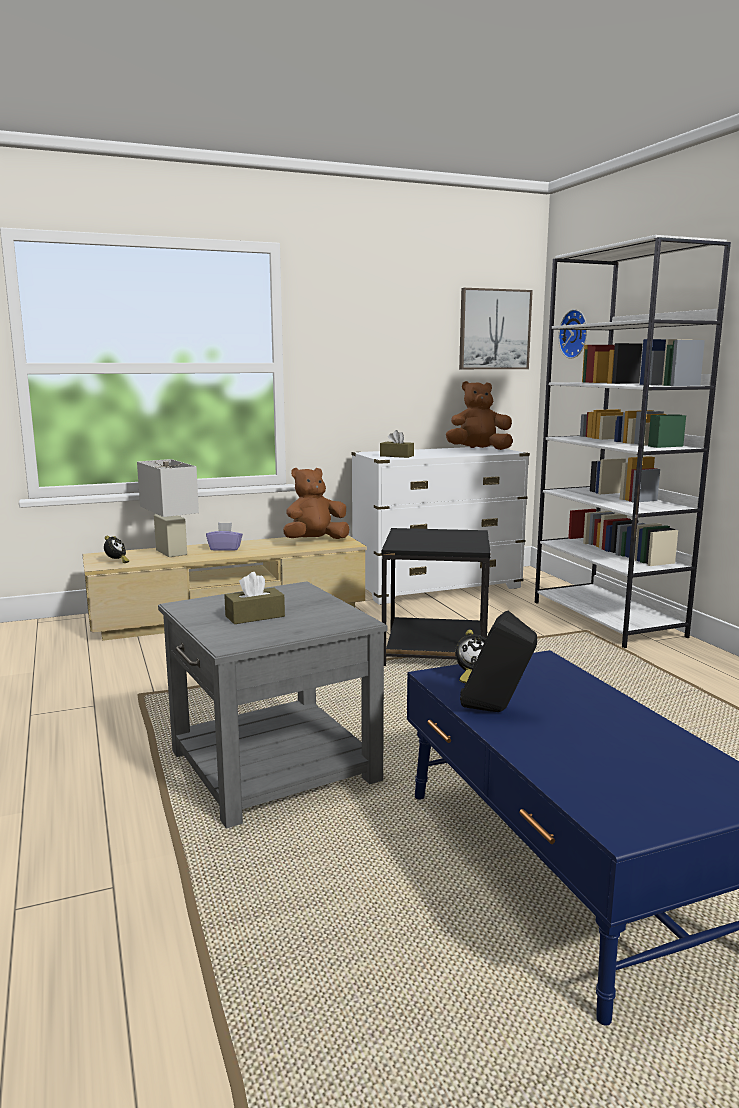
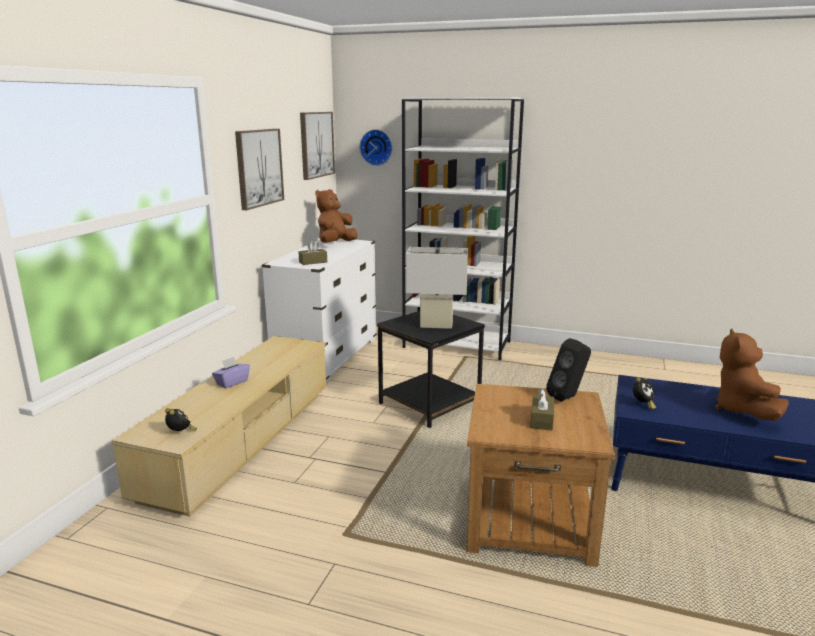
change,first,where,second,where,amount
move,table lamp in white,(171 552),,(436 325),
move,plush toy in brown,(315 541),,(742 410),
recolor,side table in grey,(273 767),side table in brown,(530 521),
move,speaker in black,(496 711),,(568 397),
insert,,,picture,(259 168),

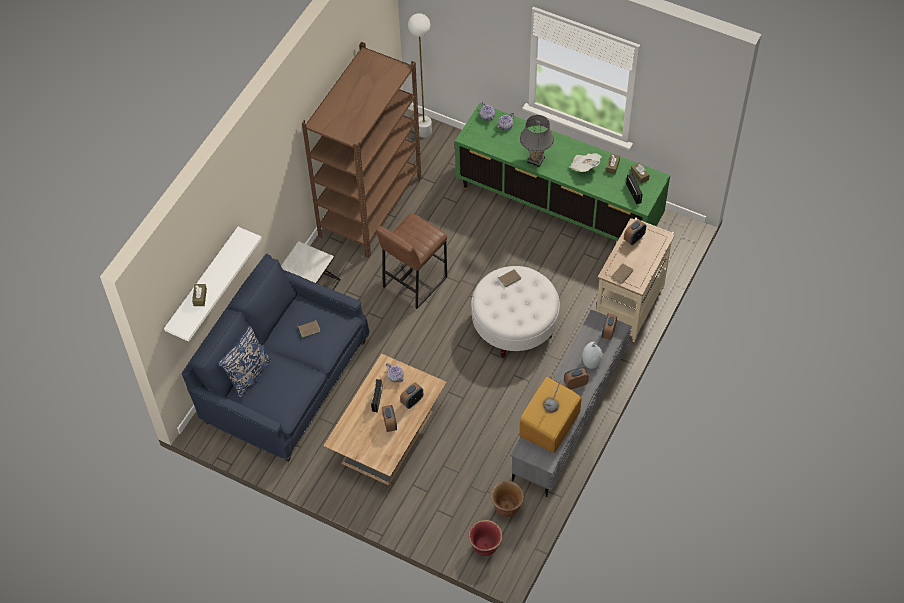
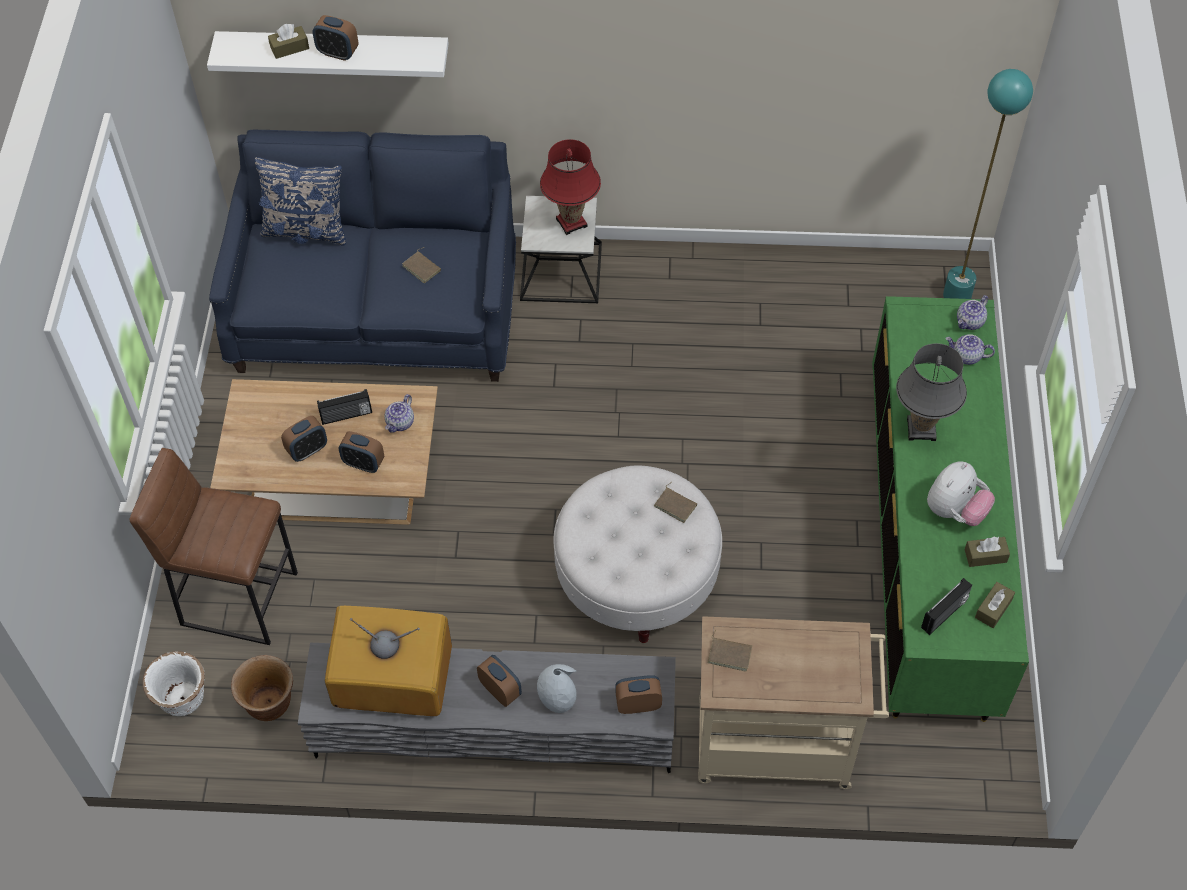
change,first,where,second,where,amount
recolor,floor lamp in white,(424 131),floor lamp in turquoise,(957 295),
delete,bookcase in brown,(370 207),,,
replace,newspaper,(584 167),plush toy,(955 511),
move,stool in brown,(414 282),,(237 598),
move,alarm clock,(634 238),,(338 53),
recolor,planter in red,(485 546),planter in white,(184 700),
insert,,,table lamp in red,(571 223),

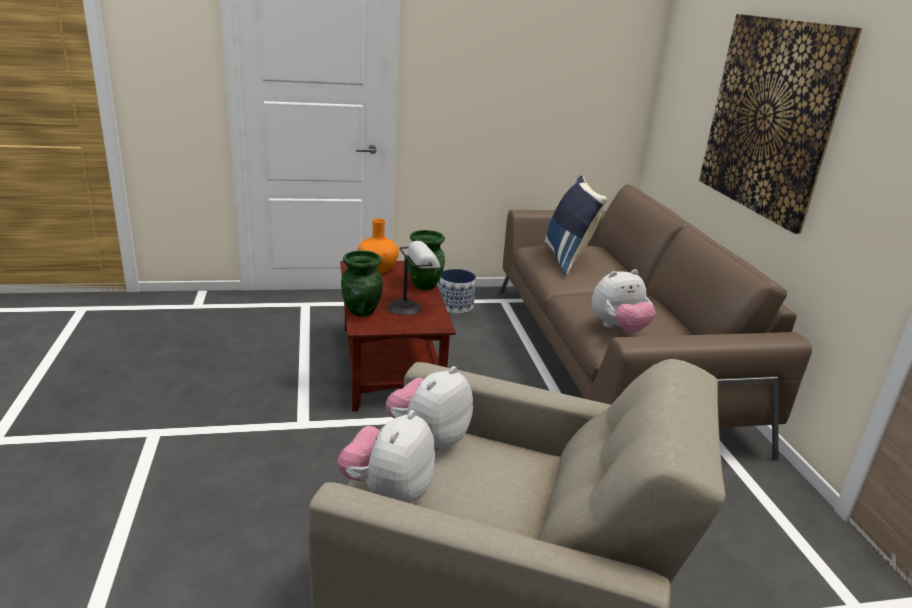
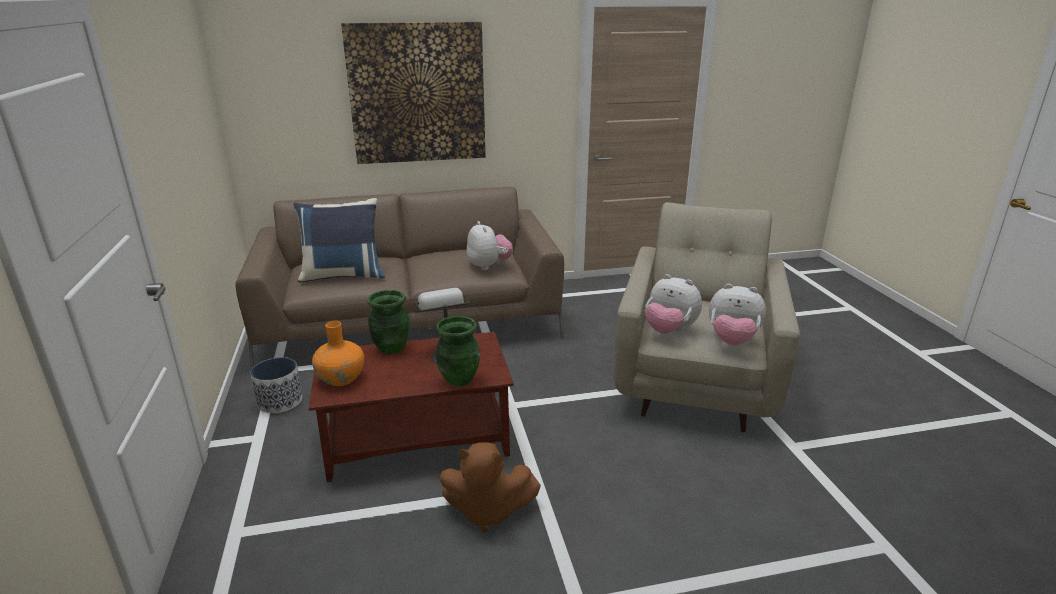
change,first,where,second,where,amount
insert,,,plush toy in brown,(487 511),

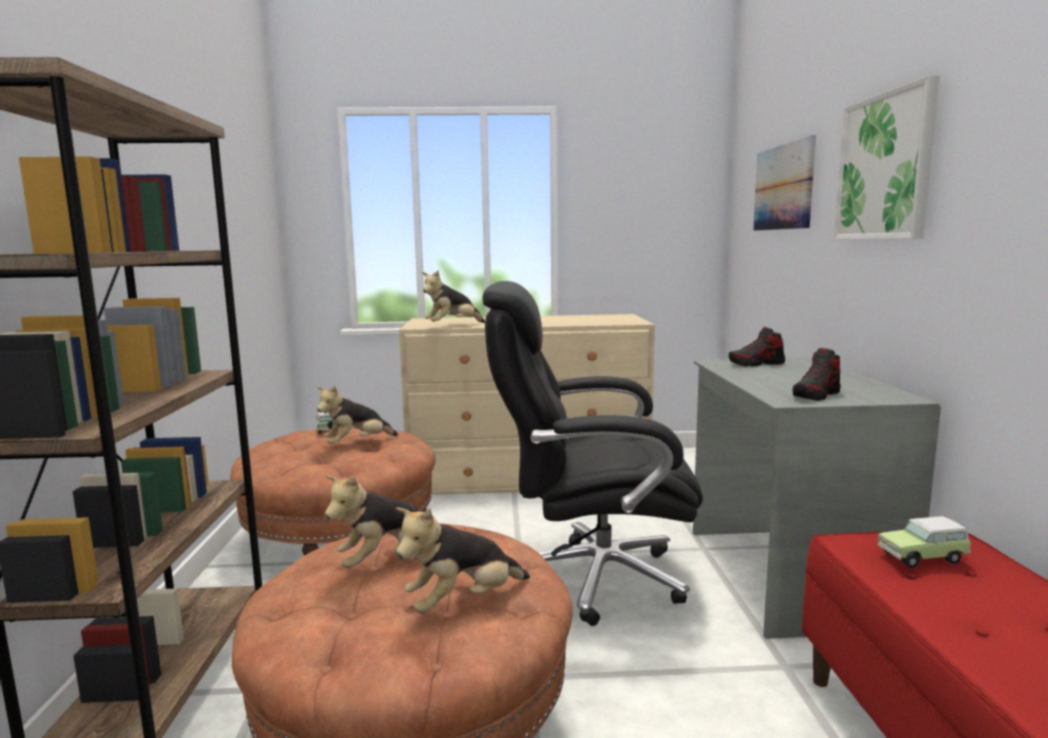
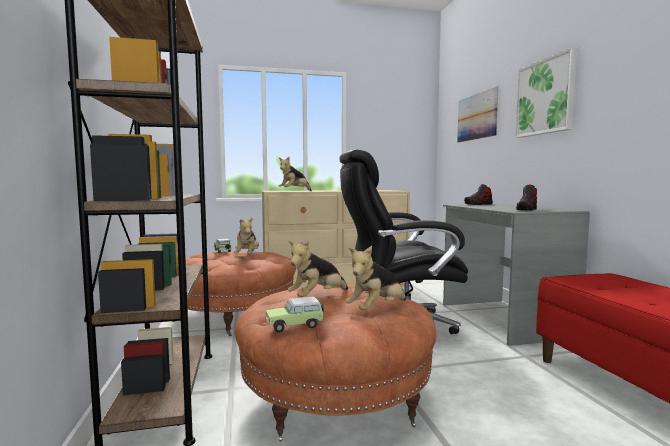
change,first,where,second,where,amount
rotate,plush toy,(357 444),,(247 256),45 degrees counterclockwise
move,toy car,(924 557),,(296 326),

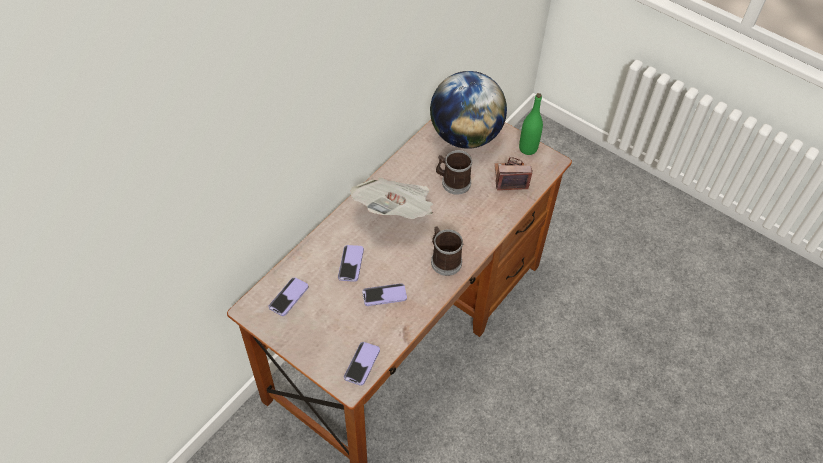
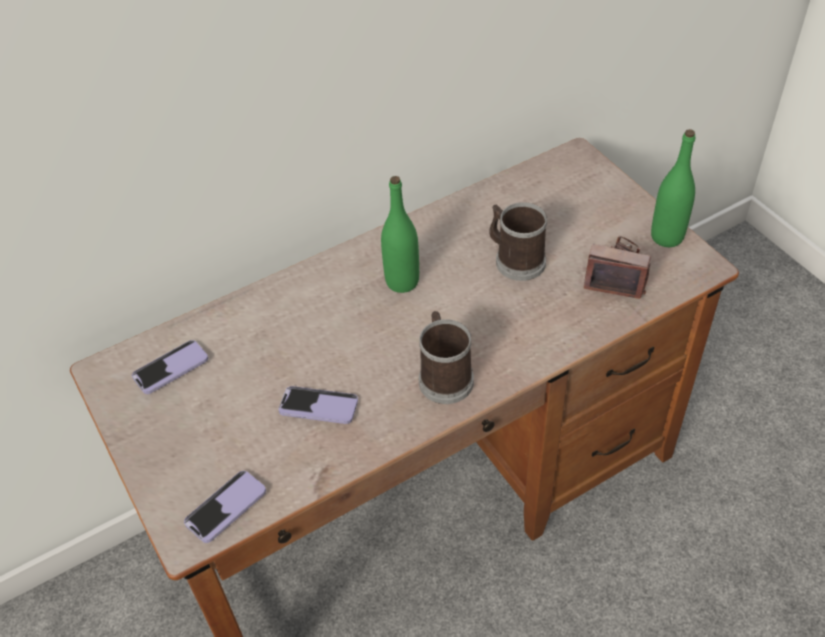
change,first,where,second,where,amount
delete,globe,(465 136),,,
replace,newspaper,(396 211),bottle in green,(402 281),
delete,phone,(351 264),,,

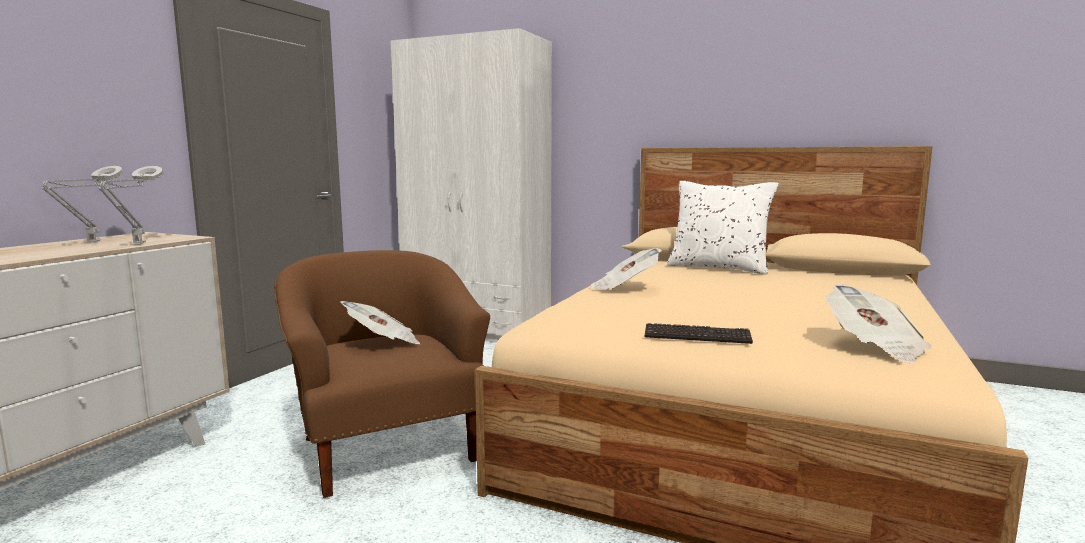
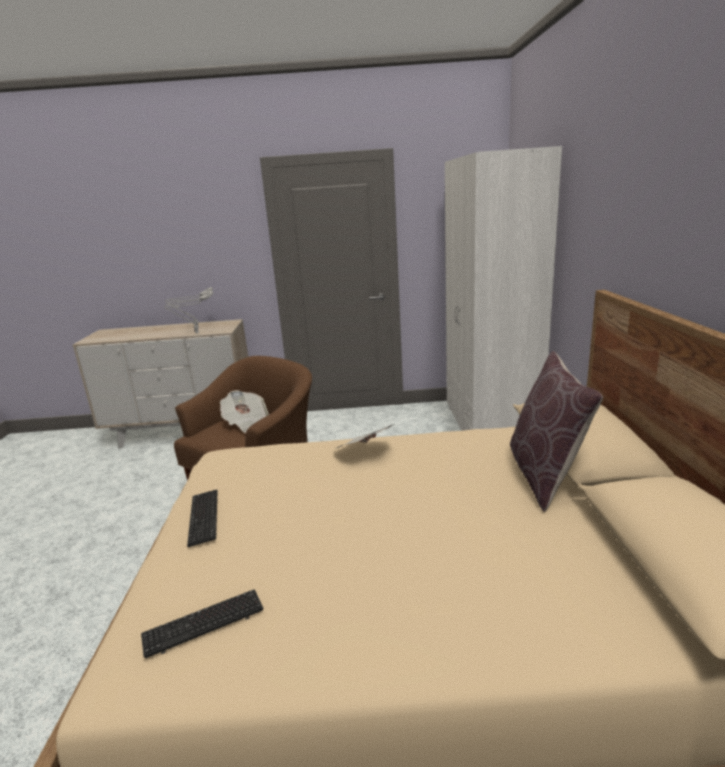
change,first,where,second,where,amount
recolor,pillow in white,(718 268),pillow in brown,(545 474),
replace,newspaper,(875 347),keyboard,(204 624),

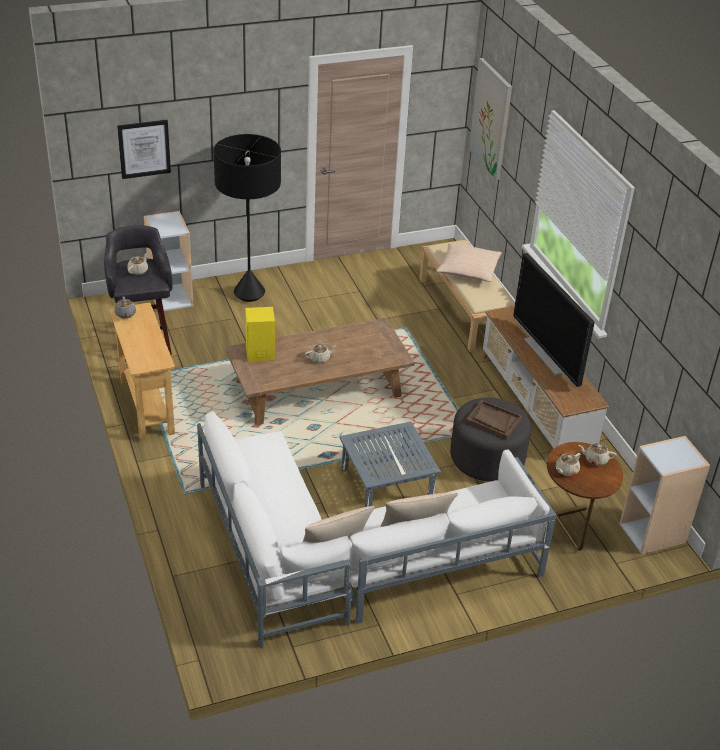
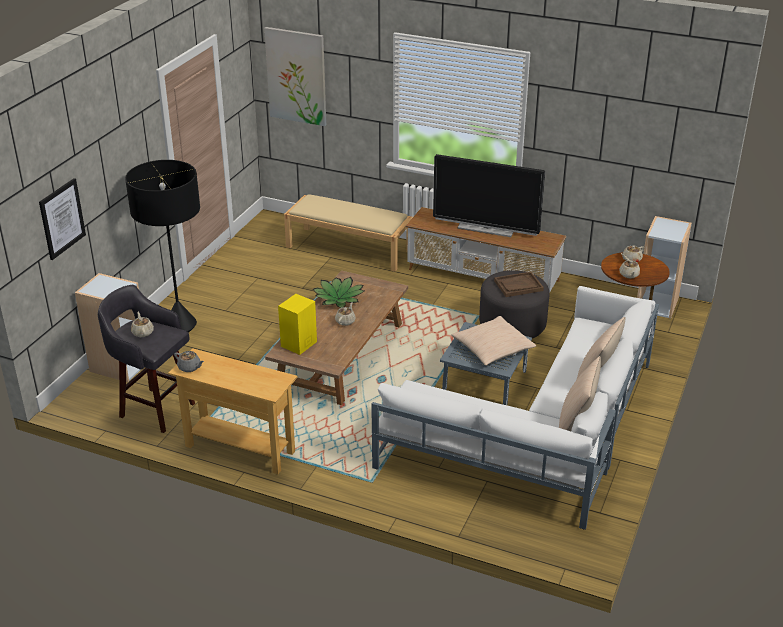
change,first,where,second,where,amount
move,pillow in beige,(468 270),,(492 348),
insert,,,potted plant,(339 298),

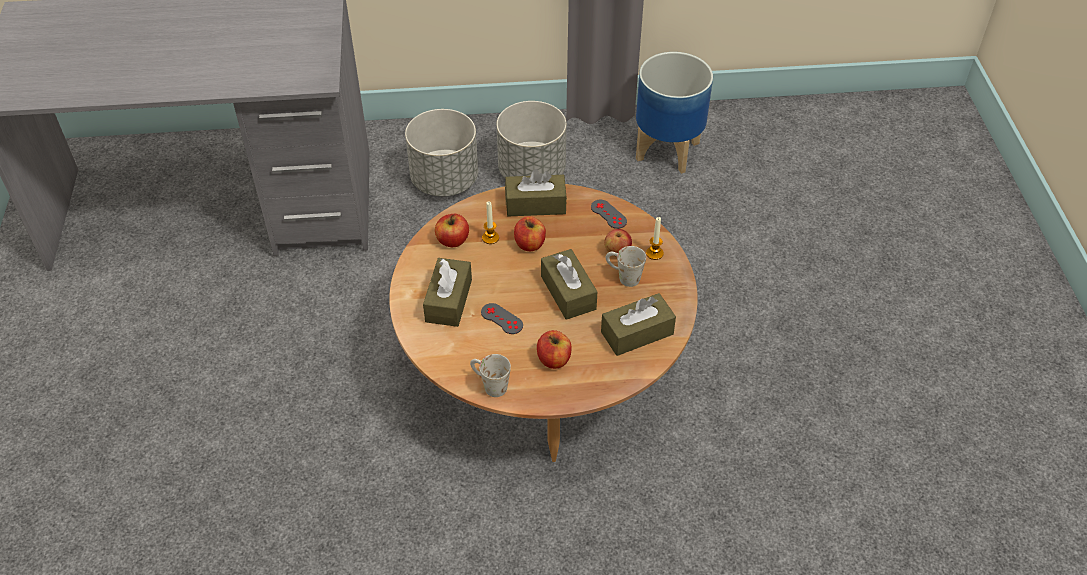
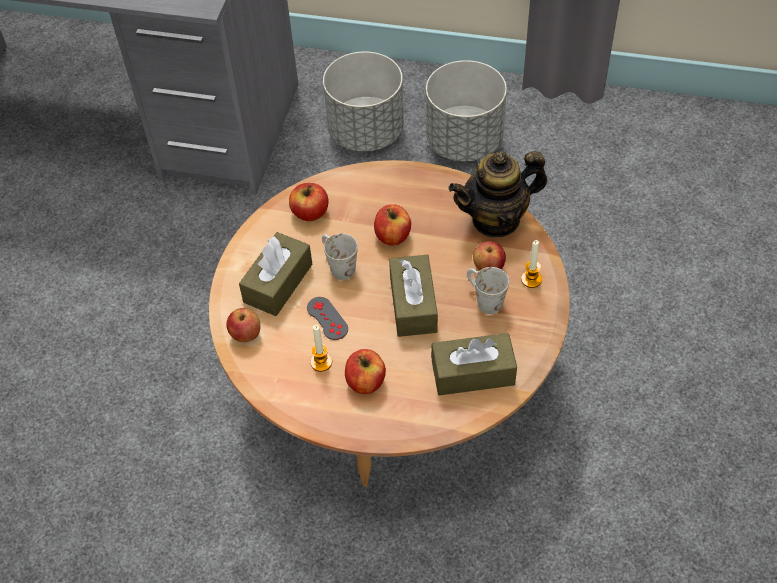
change,first,where,second,where,amount
delete,planter,(666 151),,,
delete,tissue box in brown,(535 204),,,
replace,game controller in grey,(608 214),teapot,(496 219),
move,candle,(490 238),,(321 362),
move,mug in white,(489 385),,(338 265),
insert,,,apple,(245 335),

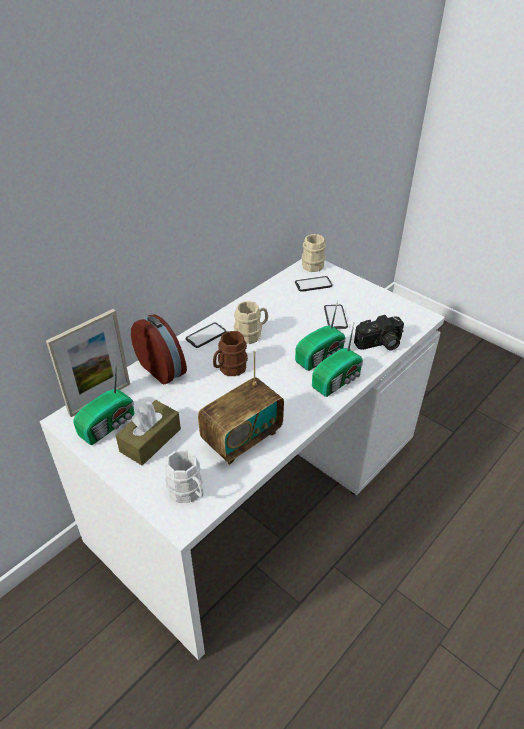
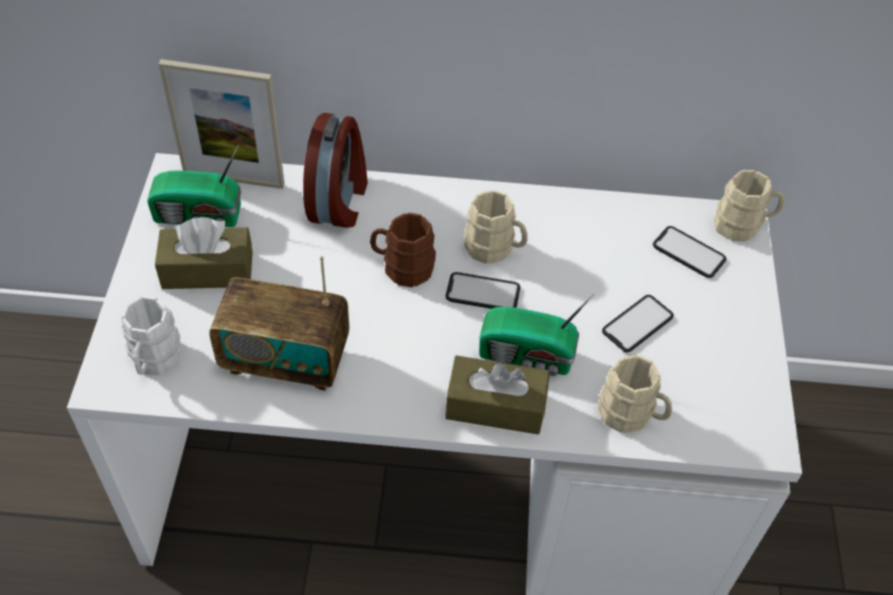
change,first,where,second,where,amount
replace,photo camera,(379 344),mug in beige,(631 415),
move,phone,(206 335),,(482 293),
replace,radio,(338 380),tissue box in brown,(495 406),

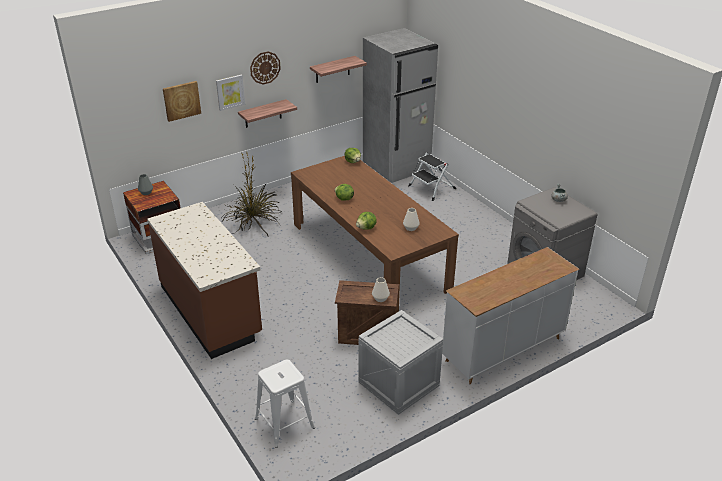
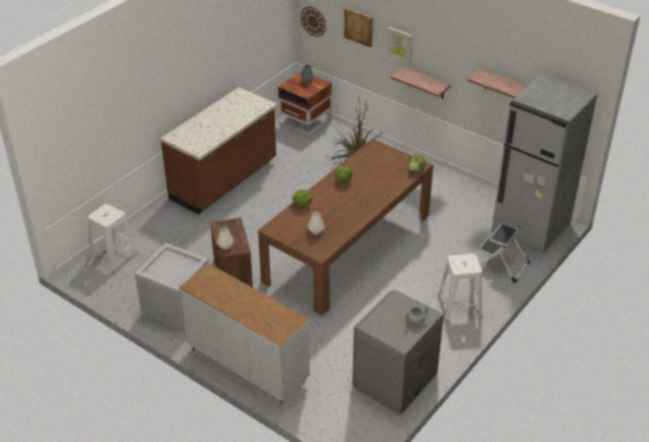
change,first,where,second,where,amount
move,wall clock,(265 67),,(313 21),
insert,,,stool in white,(459 305),

